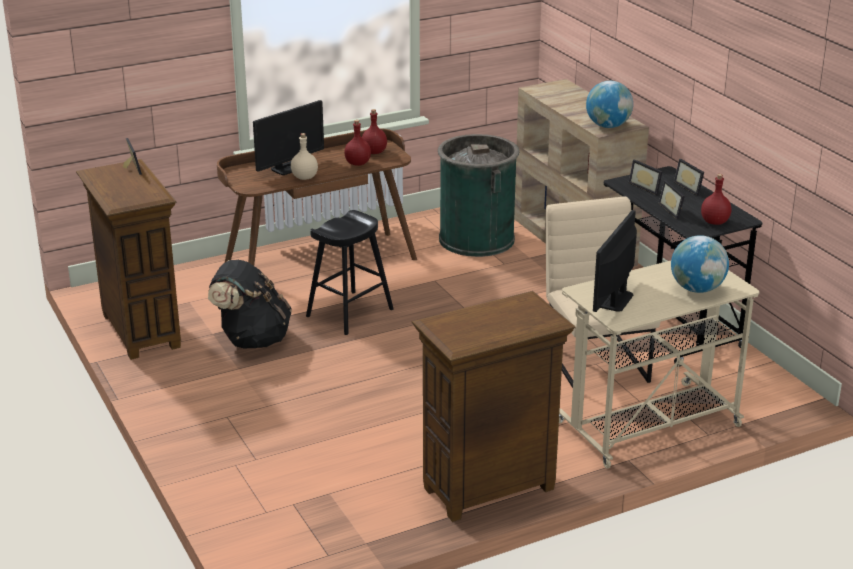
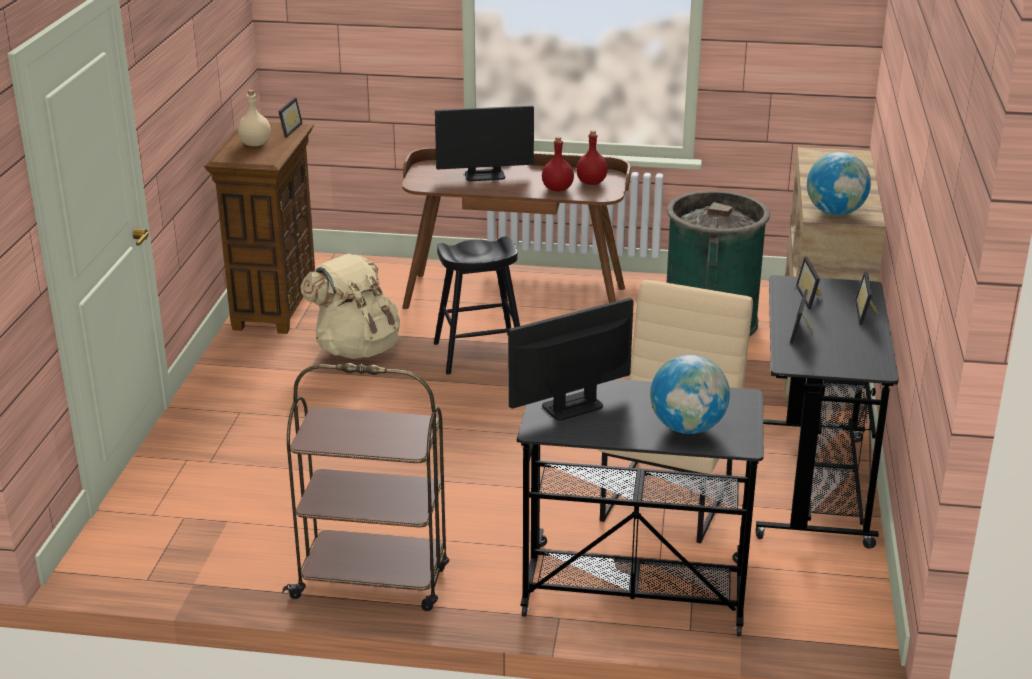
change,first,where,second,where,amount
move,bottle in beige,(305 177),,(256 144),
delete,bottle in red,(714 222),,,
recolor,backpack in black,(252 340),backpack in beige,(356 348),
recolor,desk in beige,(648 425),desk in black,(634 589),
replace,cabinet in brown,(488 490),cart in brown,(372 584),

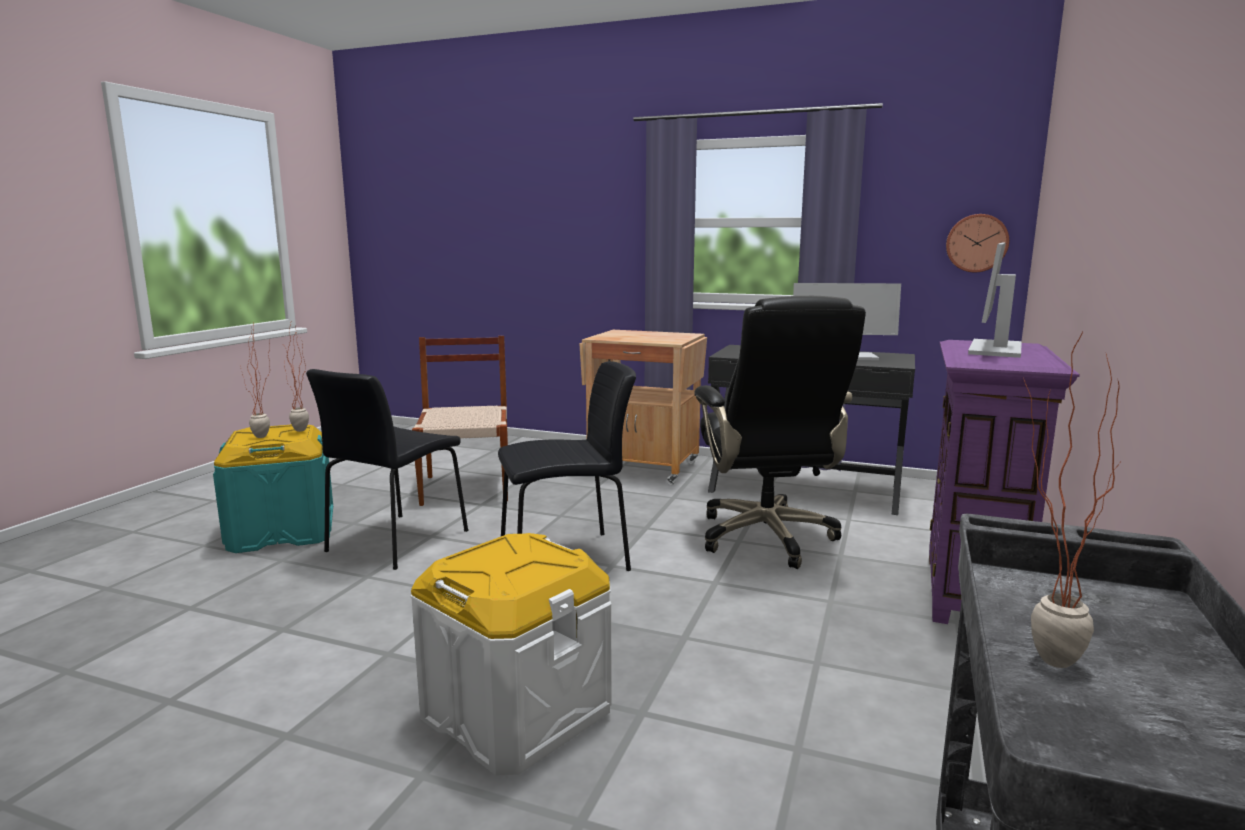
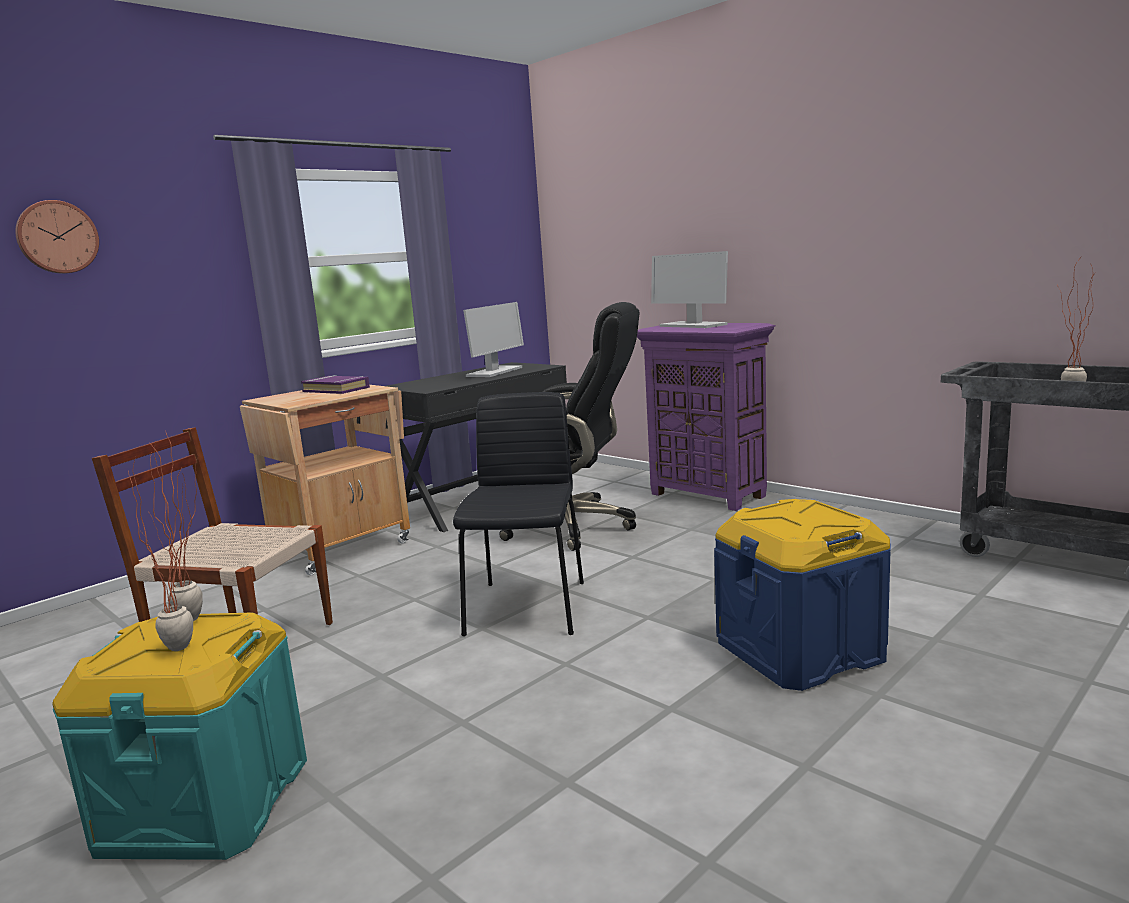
change,first,where,second,where,amount
move,wall clock,(976 243),,(57 237),
delete,chair in black,(394 543),,,
recolor,storage box in white,(517 712),storage box in blue,(800 650),
insert,,,book in purple,(336 390),

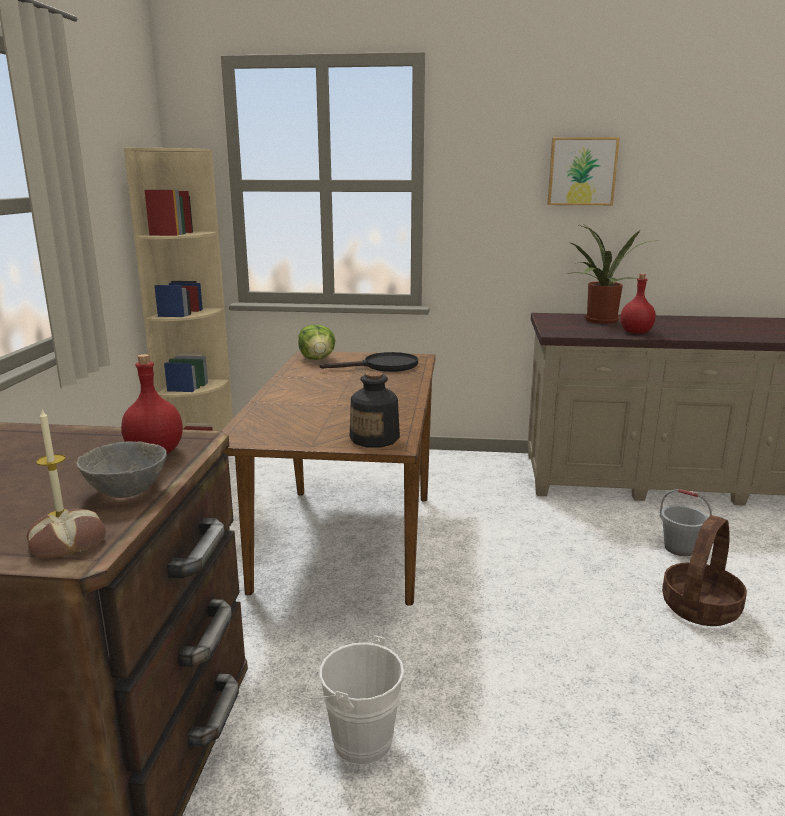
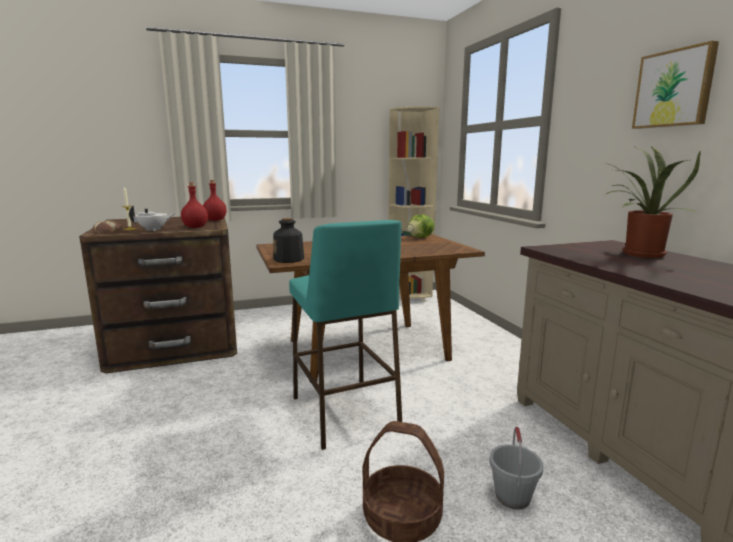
change,first,where,second,where,amount
move,bottle in red,(635 332),,(215 220),
delete,frying pan in black,(383 366),,,
replace,bowl in grey,(127 490),teapot in white,(154 230),
delete,bucket in white,(356 739),,,
insert,,,stool in turquoise,(345 412),

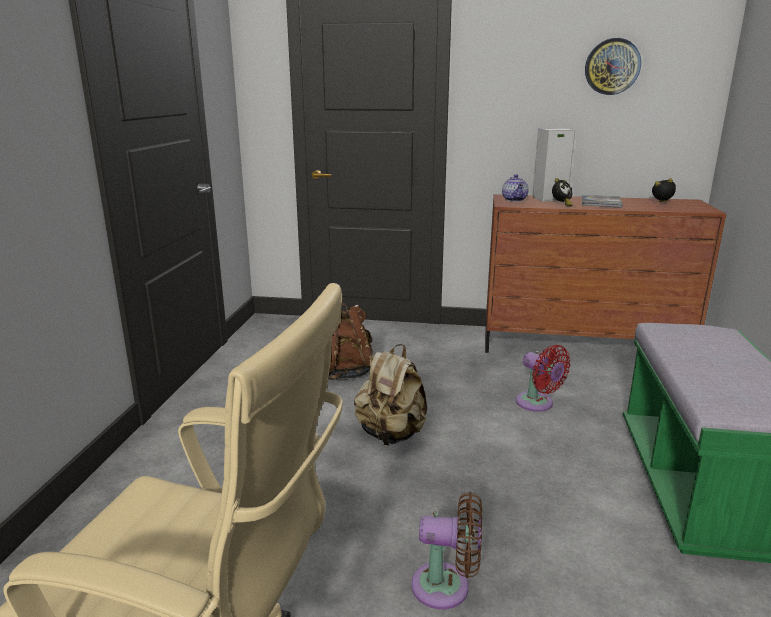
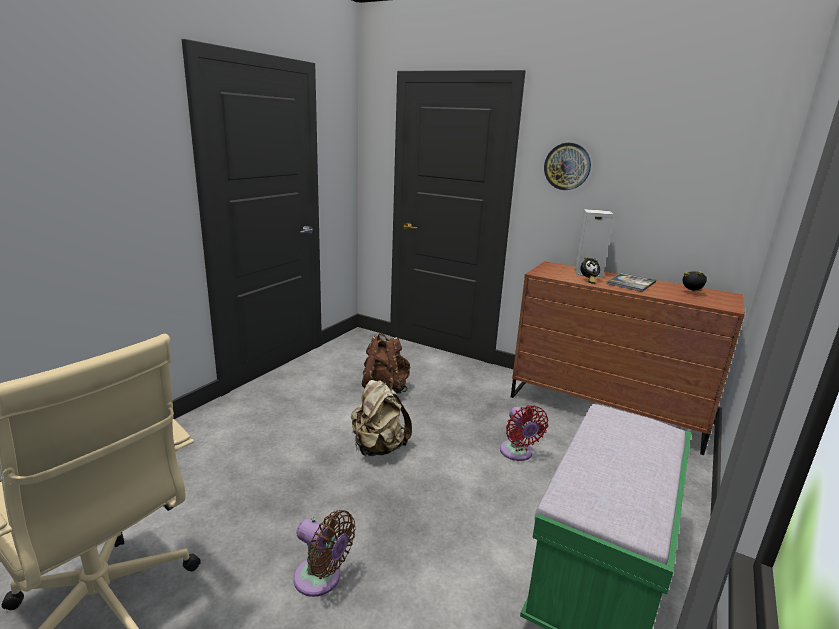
change,first,where,second,where,amount
move,wall clock,(612 66),,(567 166),
delete,teapot,(515 200),,,

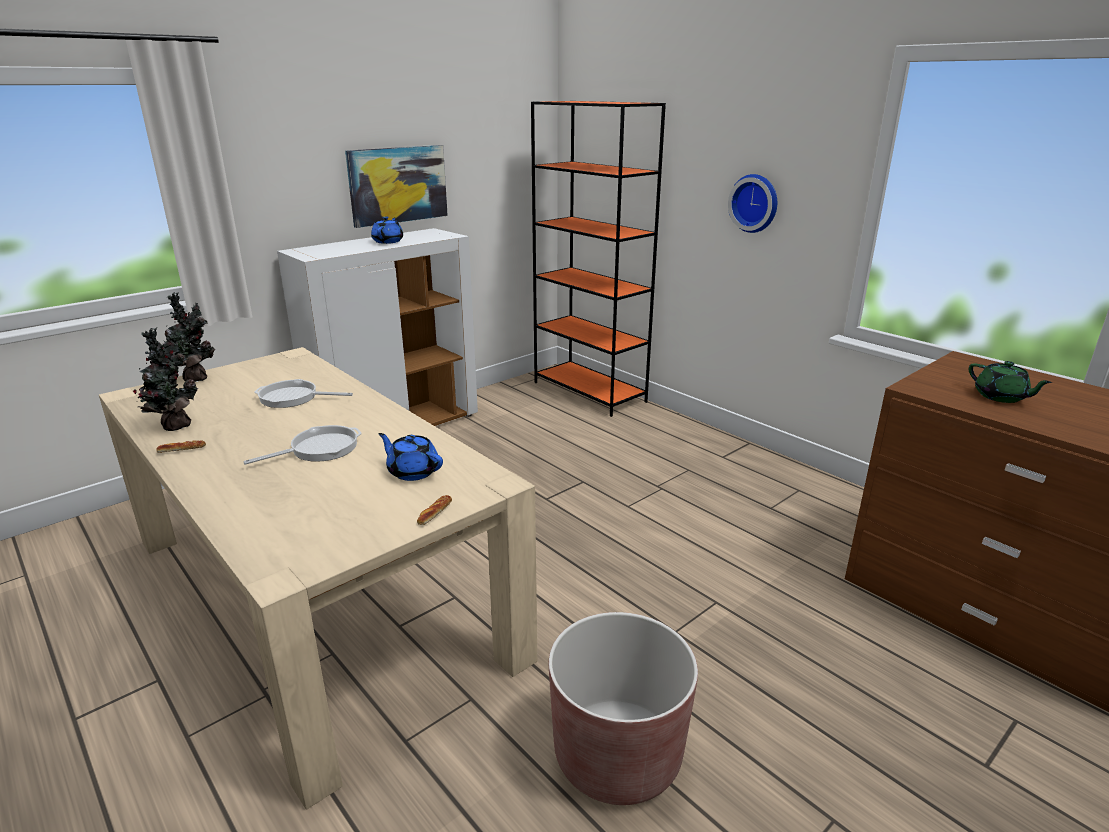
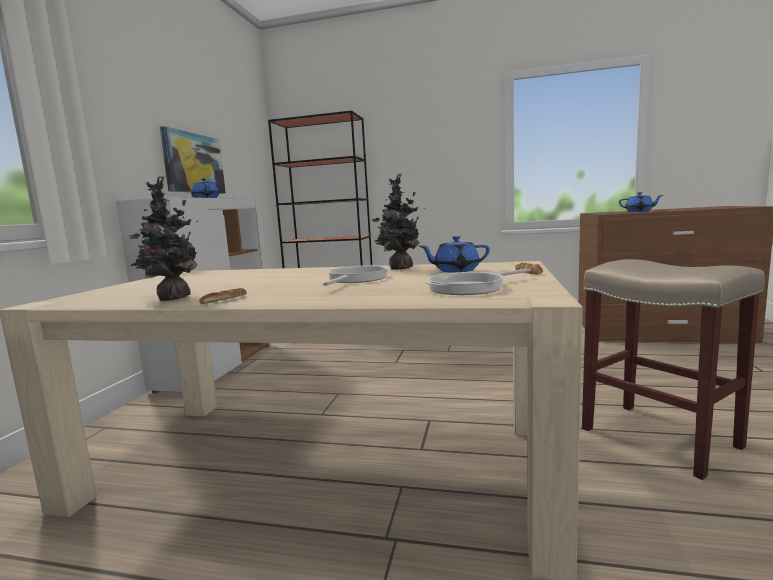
change,first,where,second,where,amount
delete,wall clock,(755 203),,,
move,potted plant,(195 378),,(398 268),
recolor,teapot in green,(1000 397),teapot in blue,(639 211),
move,frying pan,(293 398),,(470 287),
replace,planter in brown,(617 755),stool in beige,(661 438),

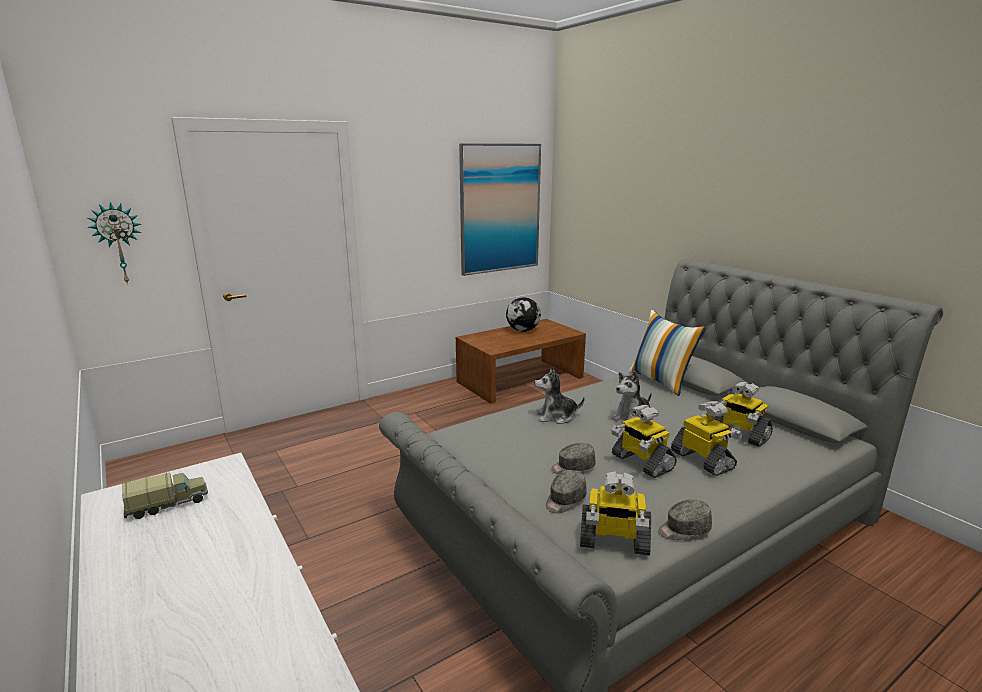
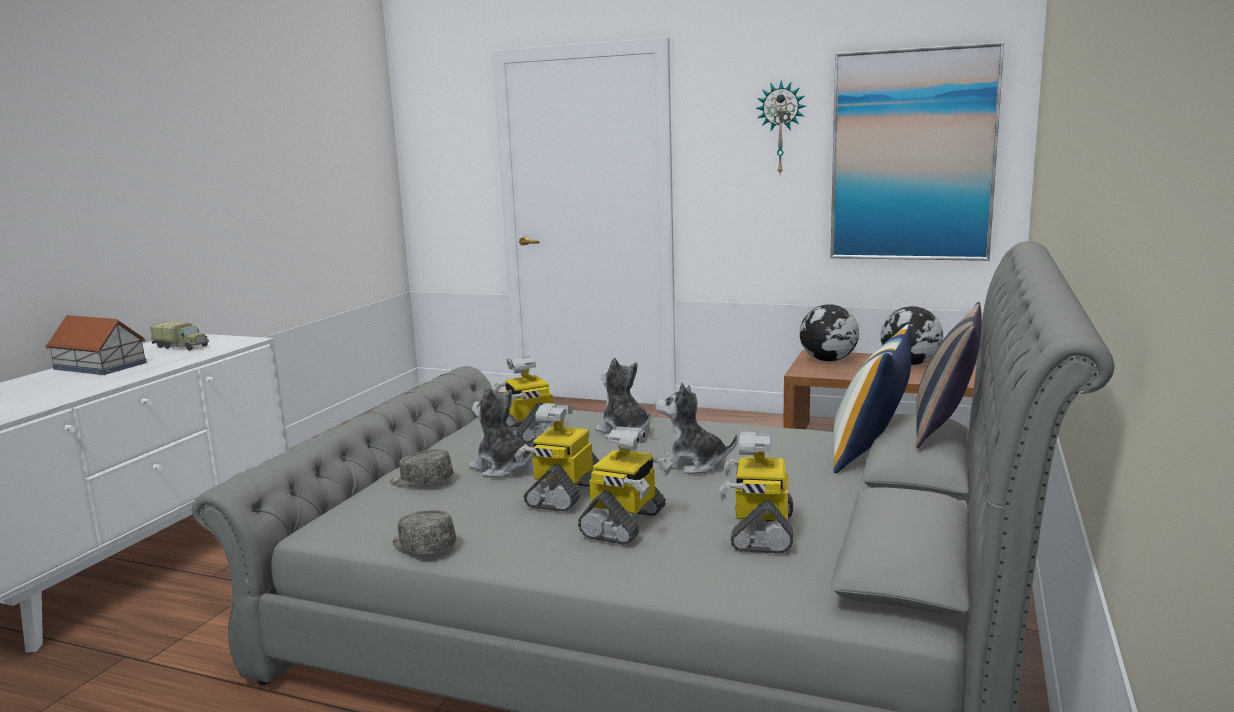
change,first,where,second,where,amount
move,wall clock,(118 243),,(781 128),
replace,cap in grey,(572 467),plush toy,(502 468),
move,toy robot,(613 541),,(529 431),
insert,,,pillow,(944 429),
insert,,,globe,(828 360),
insert,,,toy house,(100 366),

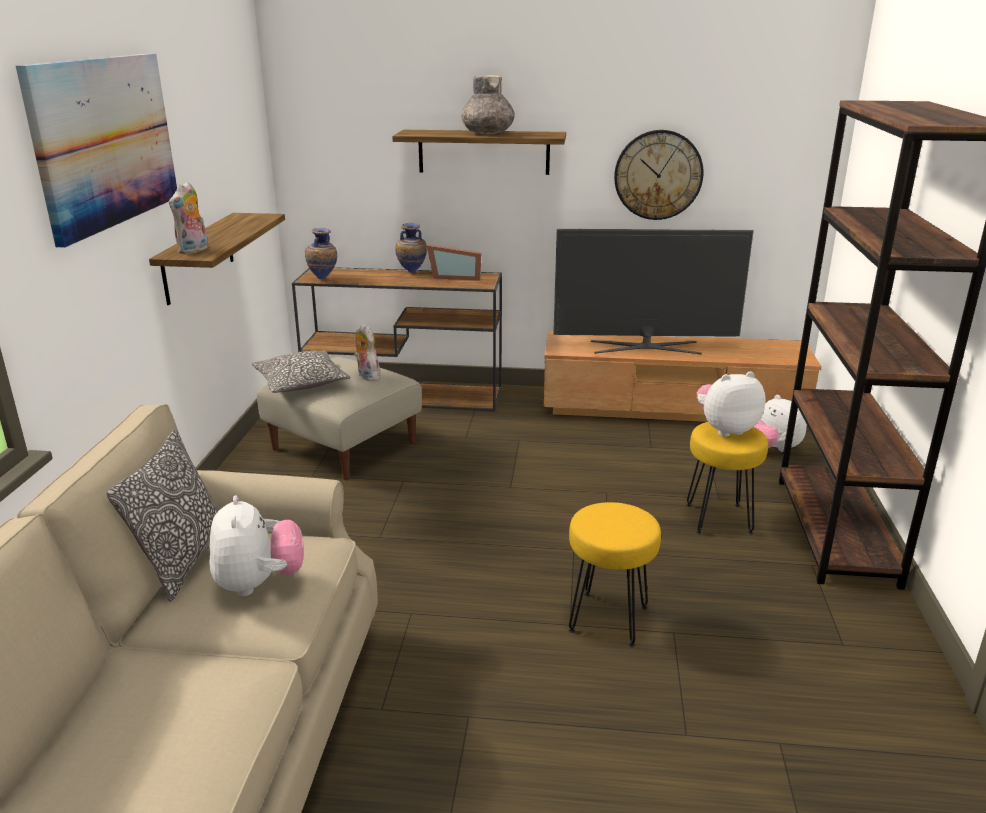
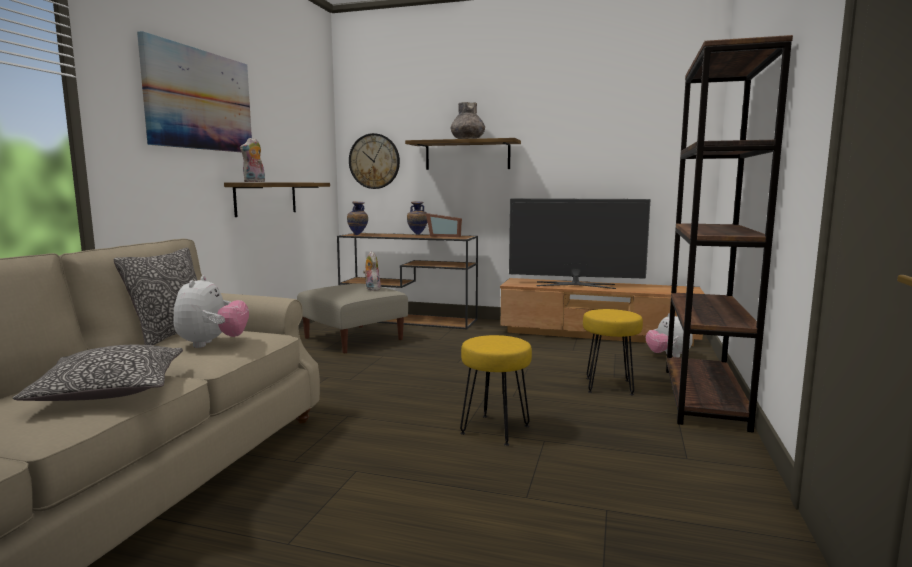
change,first,where,second,where,amount
move,wall clock,(658 175),,(374 161),
move,pillow,(301 383),,(111 390),
delete,plush toy,(725 429),,,

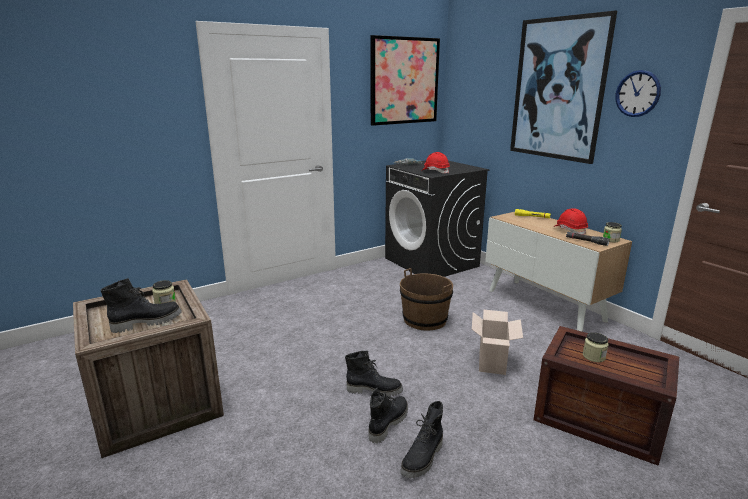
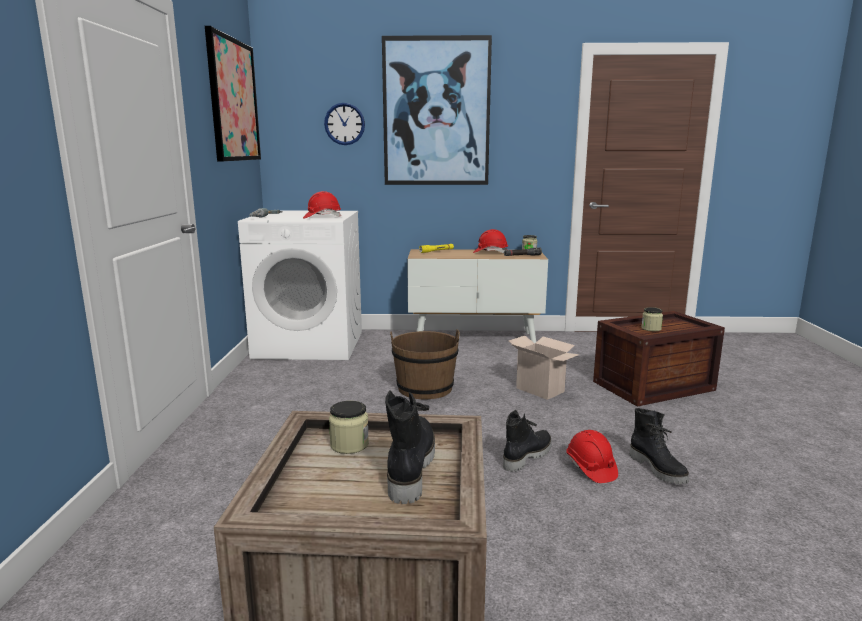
change,first,where,second,where,amount
move,wall clock,(637 93),,(344 124),
recolor,washing machine in black,(432 262),washing machine in white,(310 344),
replace,boot in black,(387 423),hard hat in red,(590 468),

